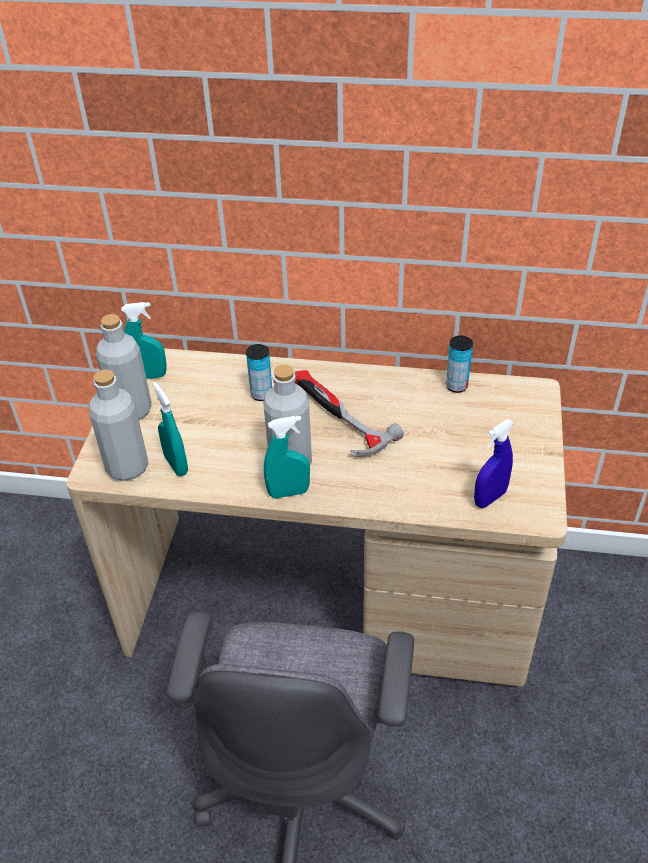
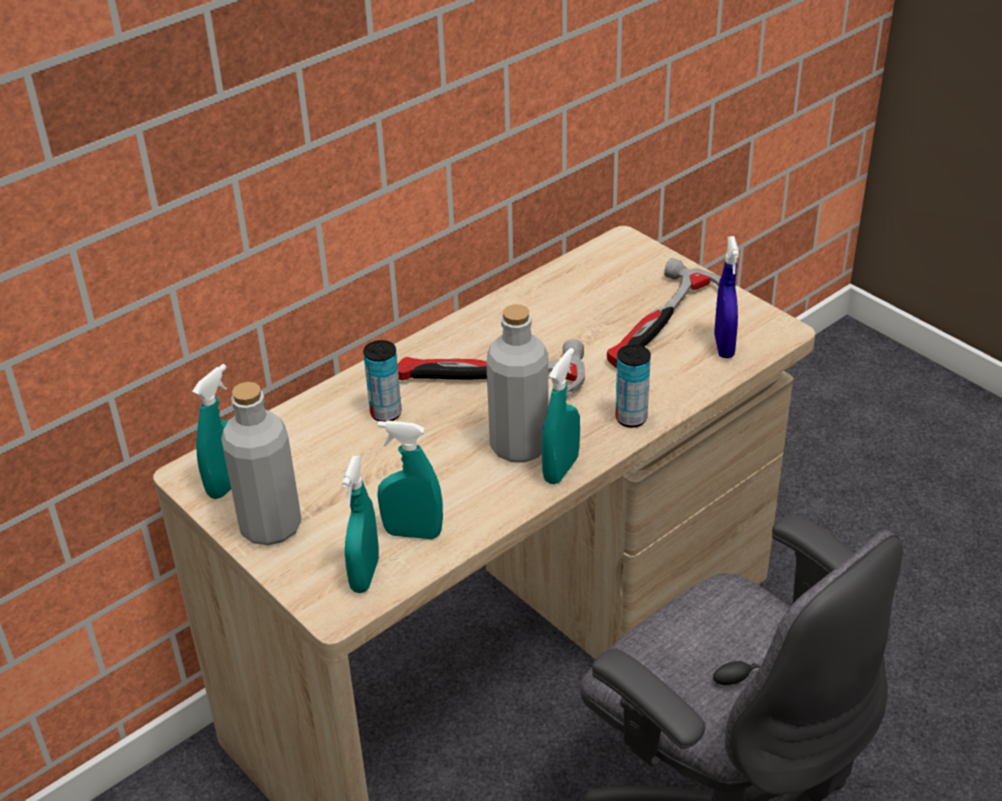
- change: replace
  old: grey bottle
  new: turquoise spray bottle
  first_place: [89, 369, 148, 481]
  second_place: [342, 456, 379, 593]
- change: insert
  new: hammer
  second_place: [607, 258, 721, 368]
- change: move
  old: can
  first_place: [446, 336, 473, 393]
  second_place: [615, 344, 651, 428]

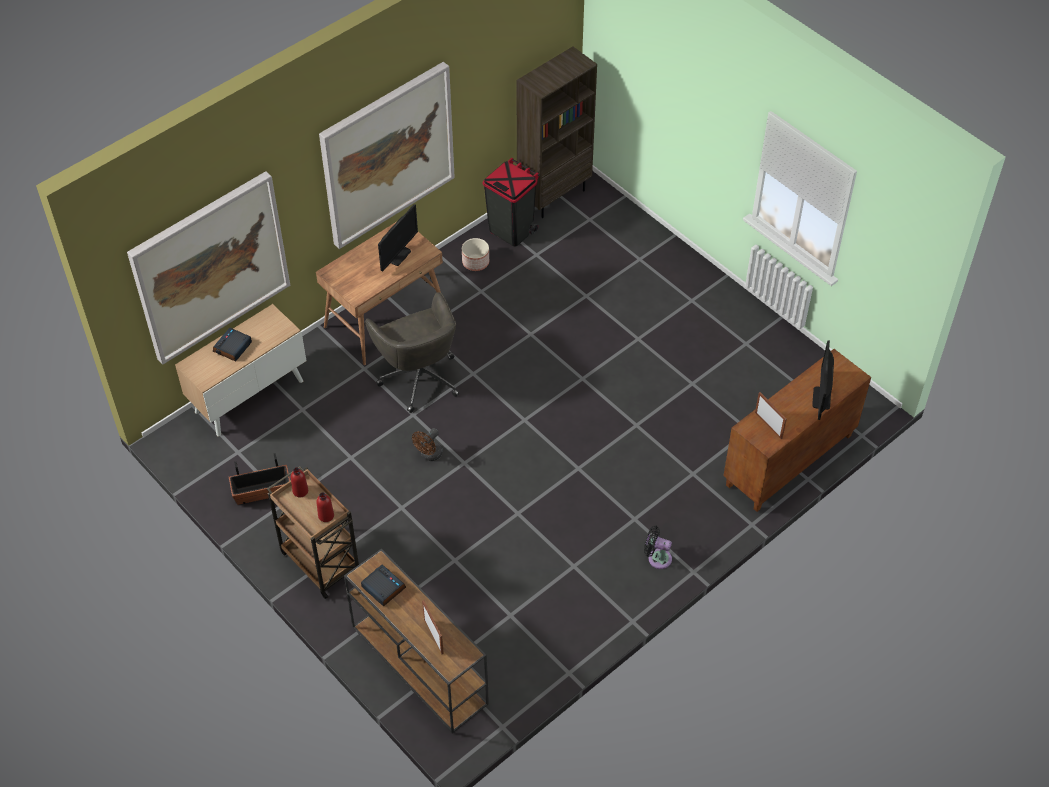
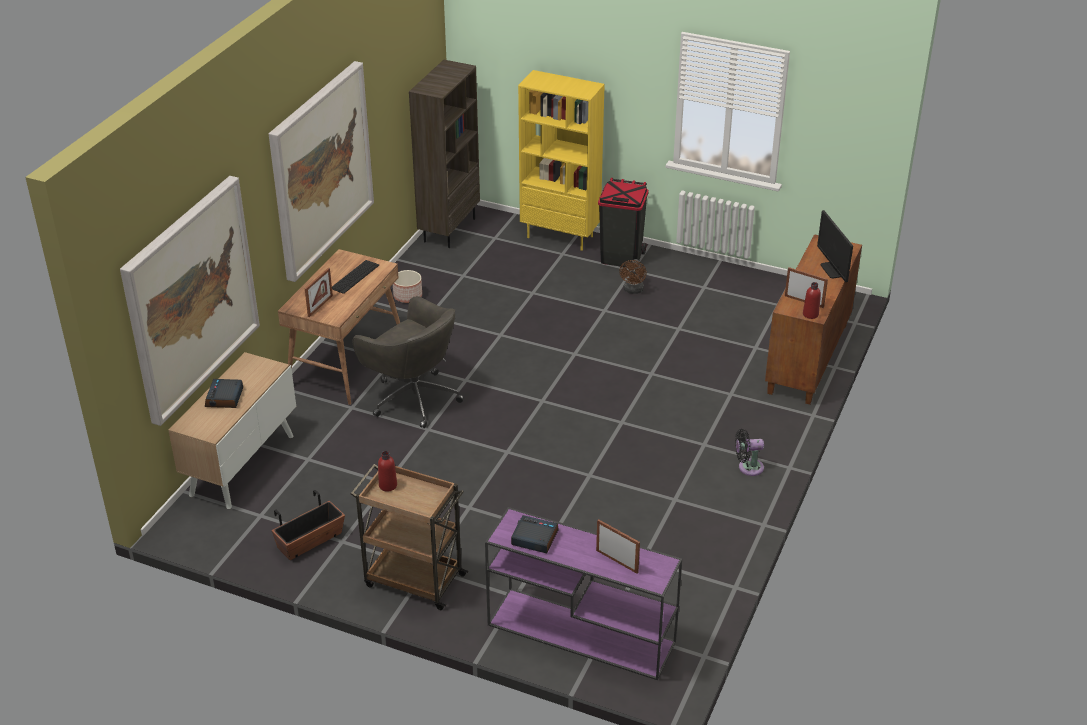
- change: insert
  new: picture frame
  second_place: [305, 268, 333, 317]
- change: replace
  old: monitor
  new: keyboard
  first_place: [378, 204, 418, 272]
  second_place: [332, 260, 379, 294]
- change: recolor
  old: brown console table
  new: purple console table
  first_place: [344, 548, 489, 733]
  second_place: [485, 507, 682, 680]
- change: insert
  new: yellow bookcase
  second_place: [518, 70, 605, 251]
- change: move
  old: black trash can
  first_place: [483, 158, 539, 247]
  second_place: [598, 178, 649, 267]
- change: move
  old: brown fan
  first_place: [412, 428, 443, 461]
  second_place: [619, 259, 647, 294]
- change: move
  old: red bottle
  first_place: [316, 492, 334, 522]
  second_place: [803, 282, 821, 319]

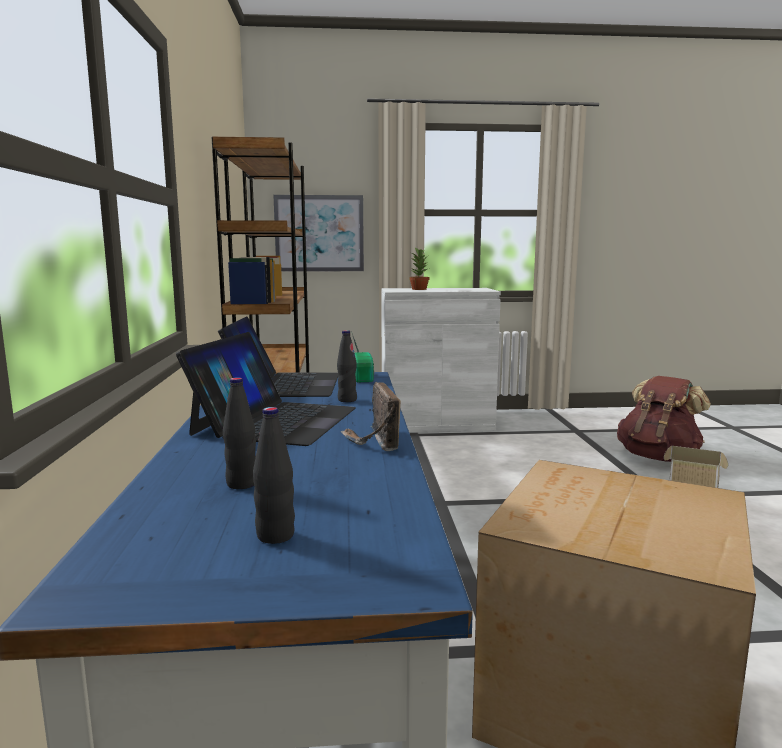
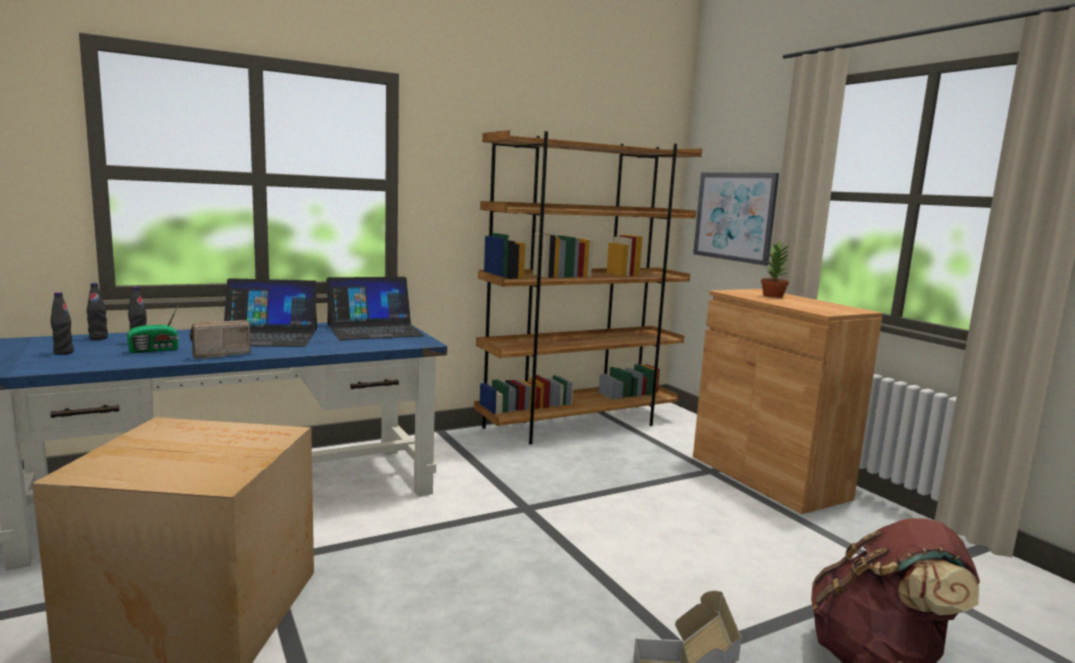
- change: move
  old: black bottle
  first_place: [337, 330, 357, 402]
  second_place: [87, 283, 108, 340]
- change: move
  old: radio
  first_place: [351, 331, 375, 382]
  second_place: [127, 305, 179, 353]
- change: recolor
  old: white cabinet
  new: brown cabinet
  first_place: [381, 288, 501, 433]
  second_place: [693, 289, 883, 514]

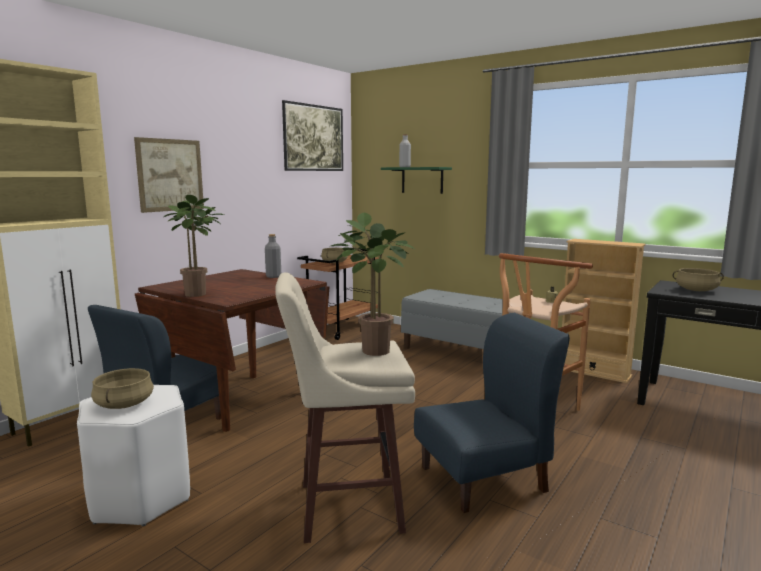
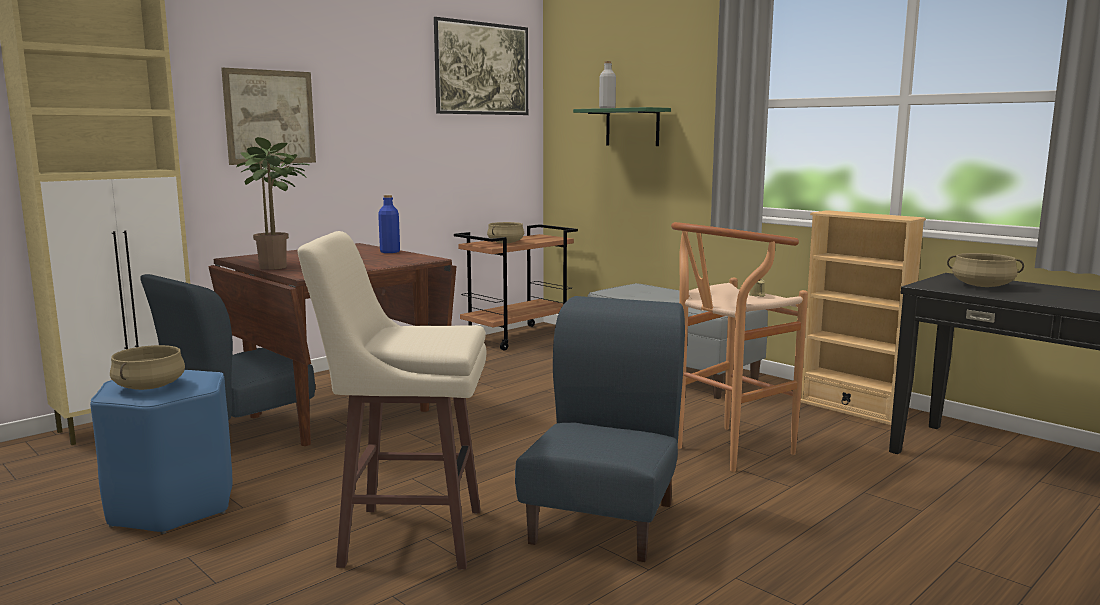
- change: recolor
  old: white stool
  new: blue stool
  first_place: [77, 385, 190, 526]
  second_place: [90, 370, 232, 534]
- change: recolor
  old: grey bottle
  new: blue bottle
  first_place: [265, 234, 281, 278]
  second_place: [378, 195, 400, 253]
- change: rotate
  old: blue chair
  first_place: [414, 313, 570, 513]
  second_place: [515, 296, 685, 562]
  degrees: -60
- change: delete
  old: potted plant
  first_place: [331, 213, 415, 356]

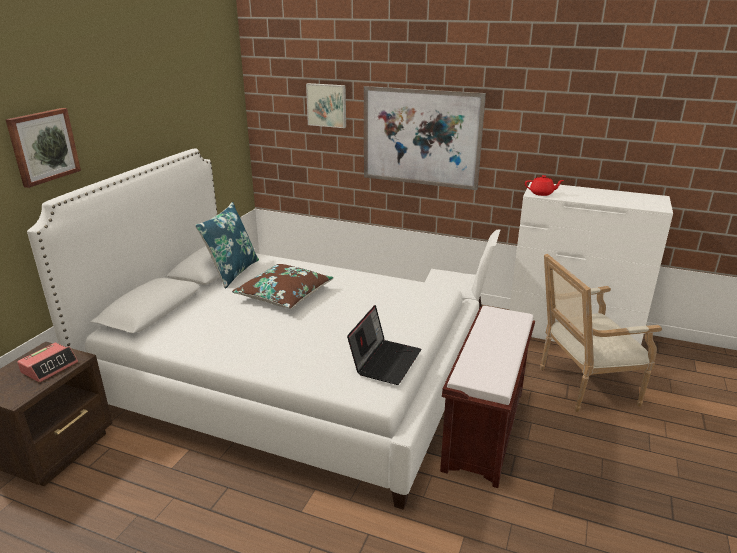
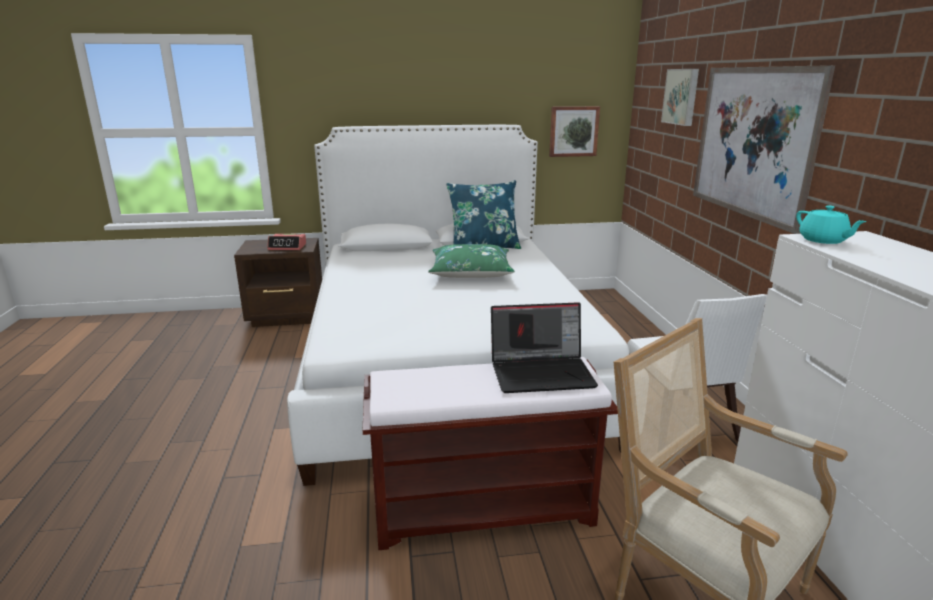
- change: recolor
  old: brown pillow
  new: green pillow
  first_place: [232, 264, 334, 309]
  second_place: [428, 244, 515, 278]
- change: move
  old: laptop
  first_place: [347, 305, 422, 385]
  second_place: [491, 302, 598, 393]
- change: move
  old: picture
  first_place: [5, 108, 81, 188]
  second_place: [549, 106, 600, 157]
- change: recolor
  old: red teapot
  new: turquoise teapot
  first_place: [525, 175, 564, 196]
  second_place: [796, 205, 867, 244]

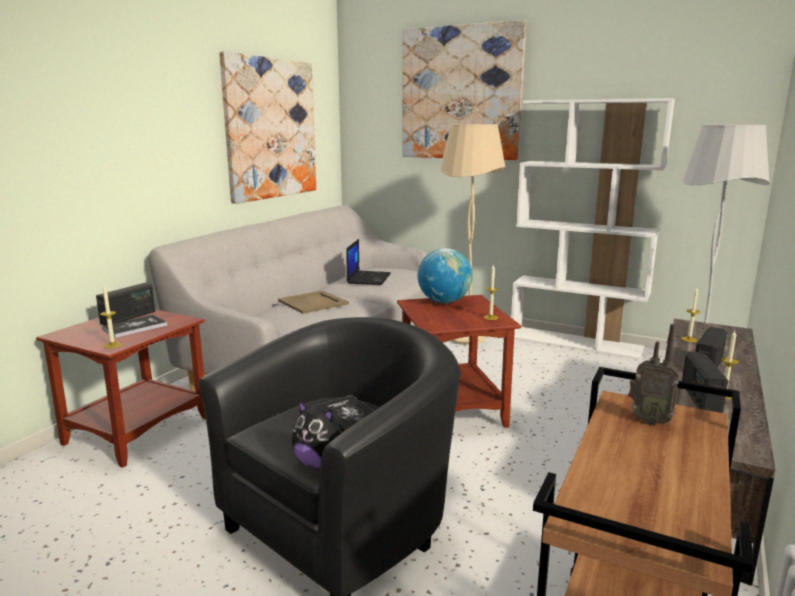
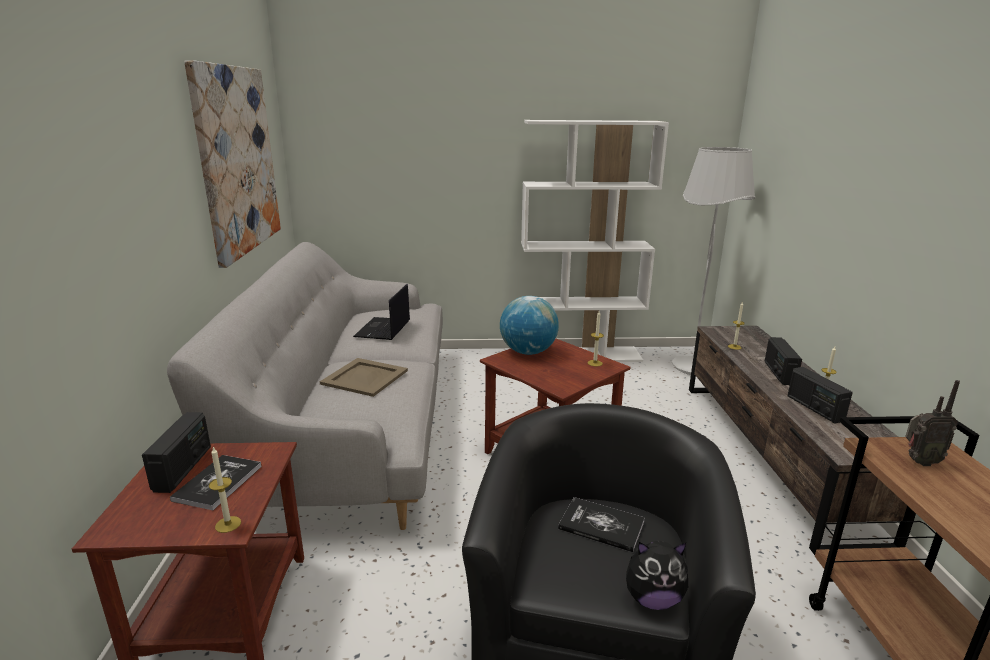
- change: rotate
  old: laptop
  first_place: [346, 239, 391, 285]
  second_place: [353, 284, 410, 340]
  degrees: -150
- change: delete
  old: picture
  first_place: [402, 20, 526, 160]
- change: delete
  old: beige floor lamp
  first_place: [440, 124, 506, 345]

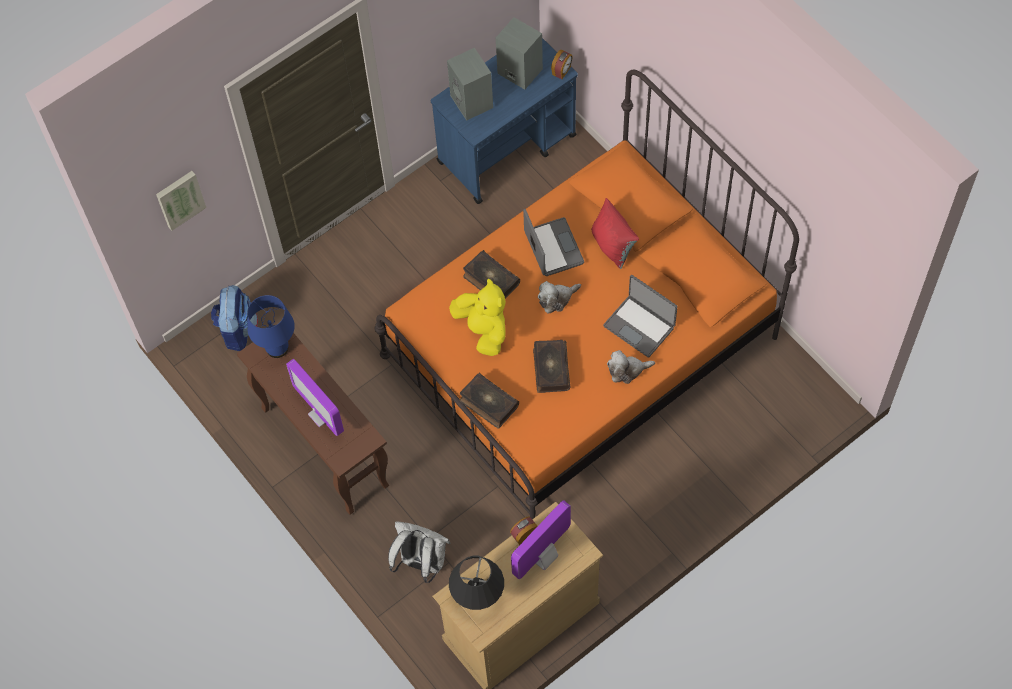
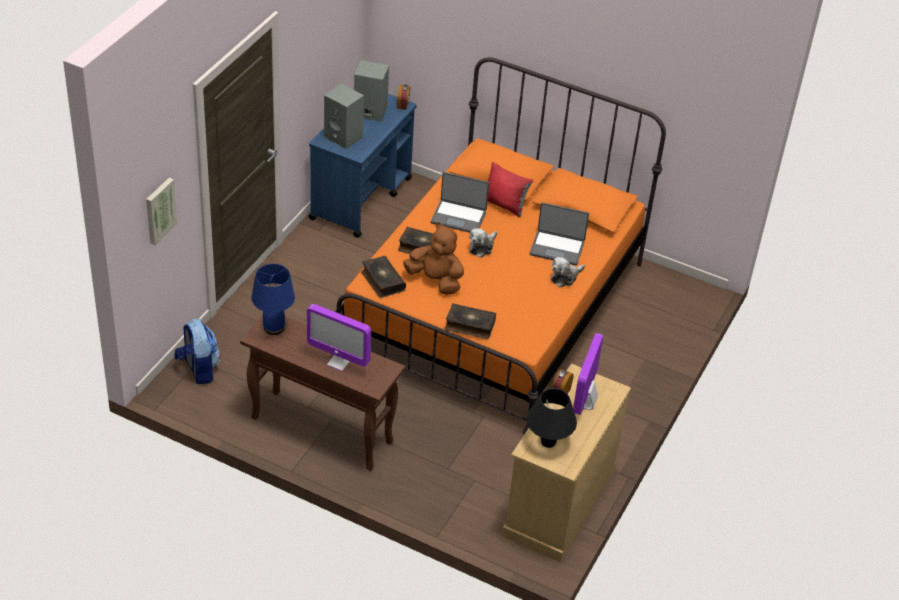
- change: move
  old: book
  first_place: [533, 340, 571, 393]
  second_place: [361, 256, 406, 298]
- change: recolor
  old: yellow plush toy
  new: brown plush toy
  first_place: [449, 278, 506, 356]
  second_place: [403, 222, 464, 295]
- change: rotate
  old: laptop
  first_place: [523, 209, 584, 276]
  second_place: [431, 172, 489, 233]
  degrees: 150
- change: delete
  old: white backpack
  first_place: [388, 522, 450, 583]

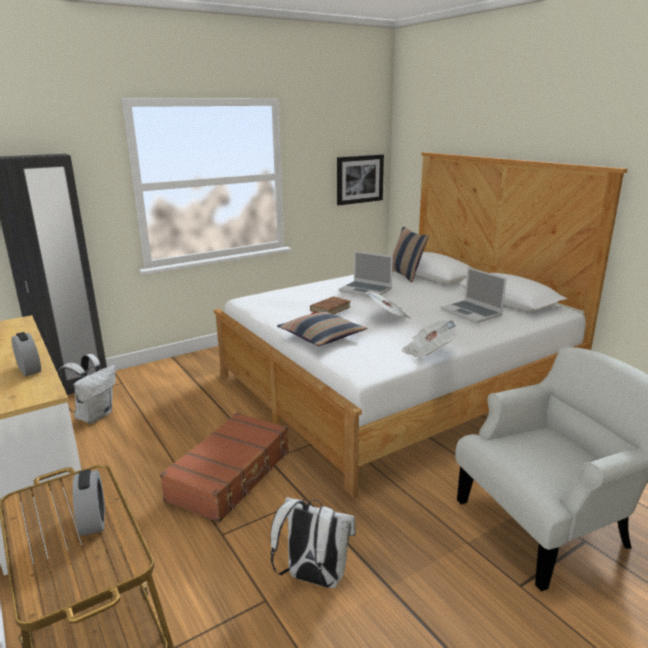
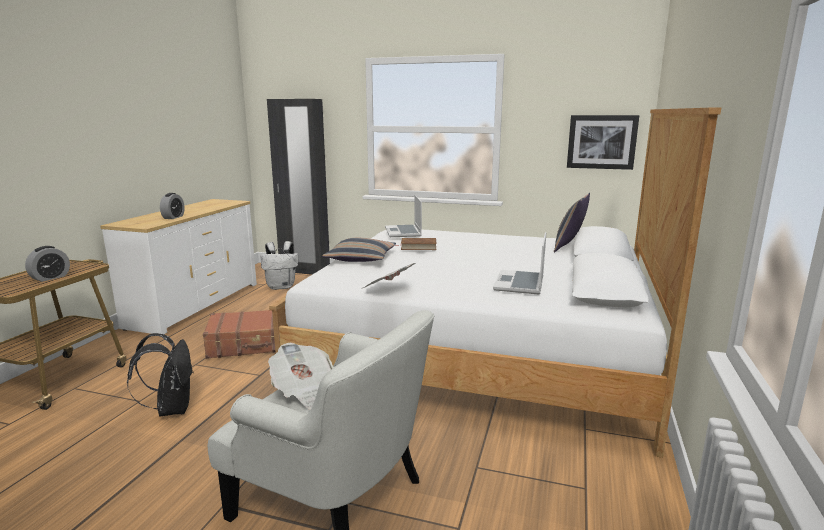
- change: recolor
  old: white backpack
  new: black backpack
  first_place: [270, 497, 356, 588]
  second_place: [127, 333, 194, 416]
- change: move
  old: newspaper
  first_place: [366, 292, 412, 319]
  second_place: [268, 343, 334, 410]
- change: move
  old: laptop
  first_place: [339, 251, 393, 297]
  second_place: [385, 195, 422, 237]

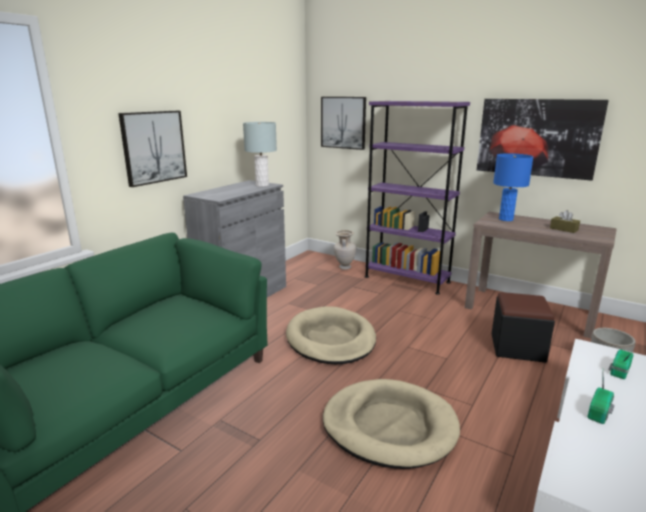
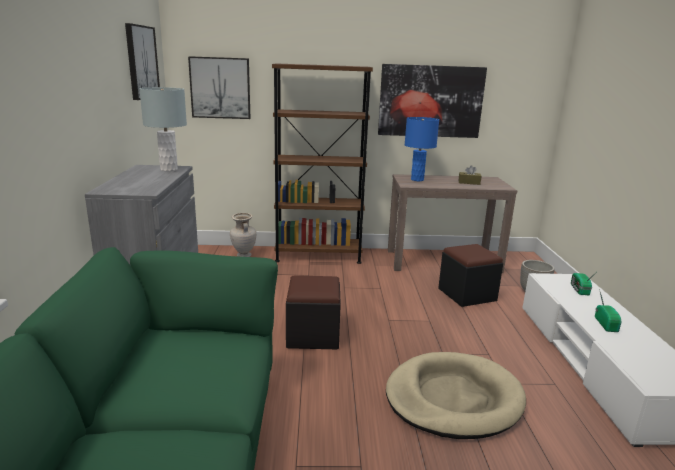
- change: move
  old: picture
  first_place: [118, 111, 187, 187]
  second_place: [125, 23, 160, 100]
- change: recolor
  old: purple bookcase
  new: brown bookcase
  first_place: [365, 101, 470, 295]
  second_place: [272, 63, 373, 264]
- change: replace
  old: beige dog bed
  new: black ottoman
  first_place: [286, 306, 376, 364]
  second_place: [286, 275, 341, 349]

